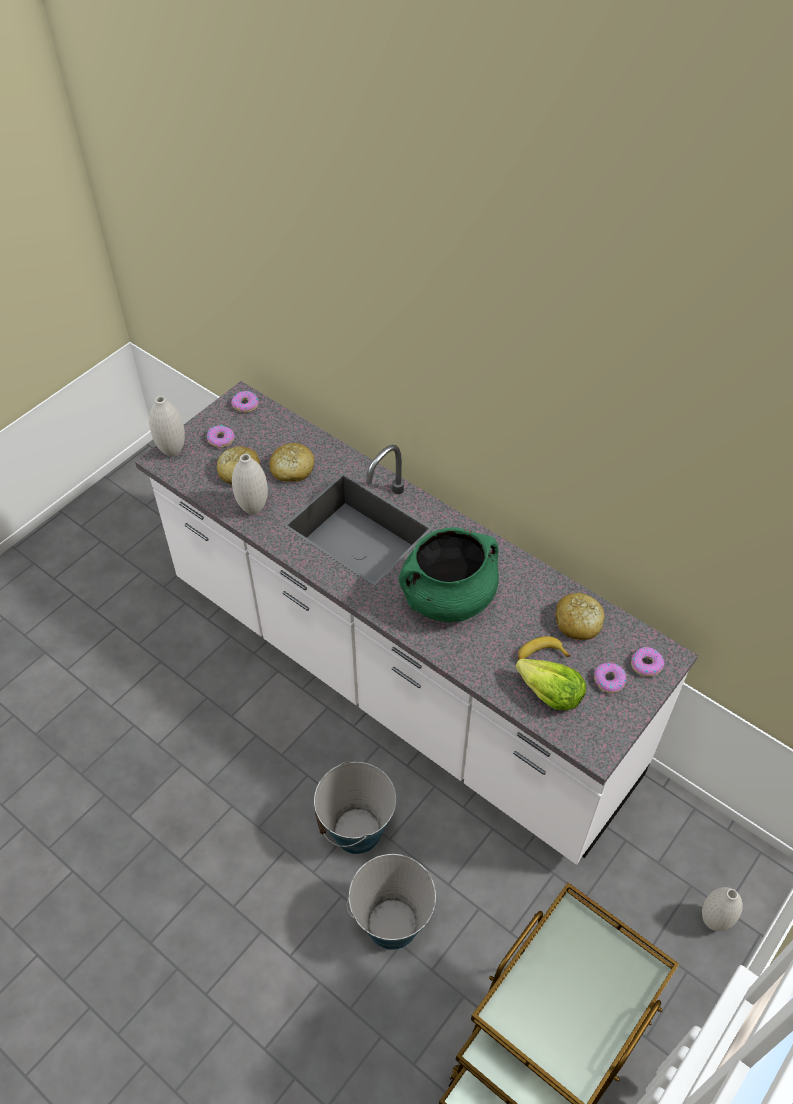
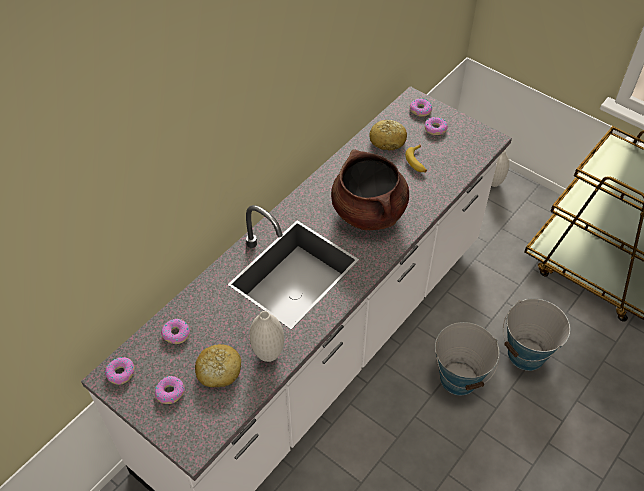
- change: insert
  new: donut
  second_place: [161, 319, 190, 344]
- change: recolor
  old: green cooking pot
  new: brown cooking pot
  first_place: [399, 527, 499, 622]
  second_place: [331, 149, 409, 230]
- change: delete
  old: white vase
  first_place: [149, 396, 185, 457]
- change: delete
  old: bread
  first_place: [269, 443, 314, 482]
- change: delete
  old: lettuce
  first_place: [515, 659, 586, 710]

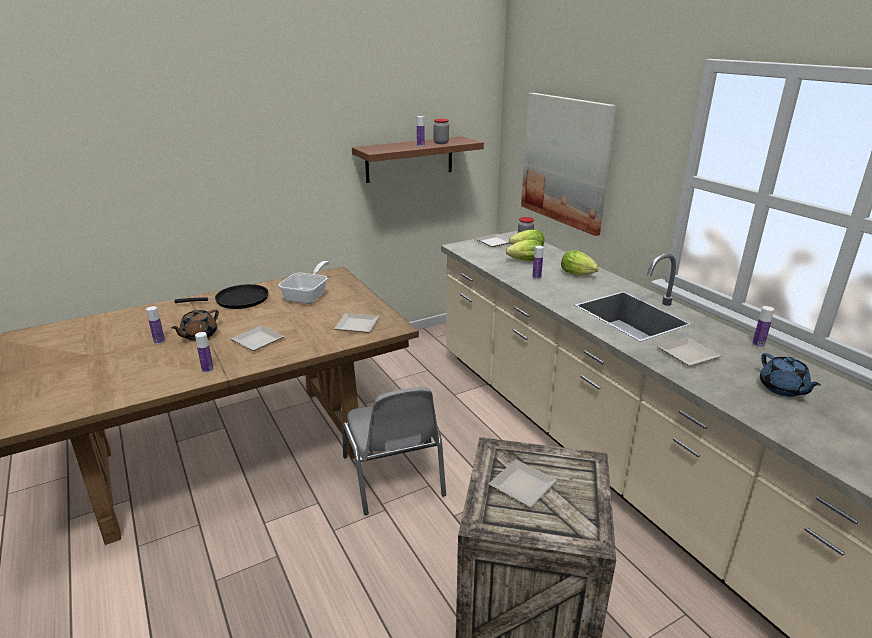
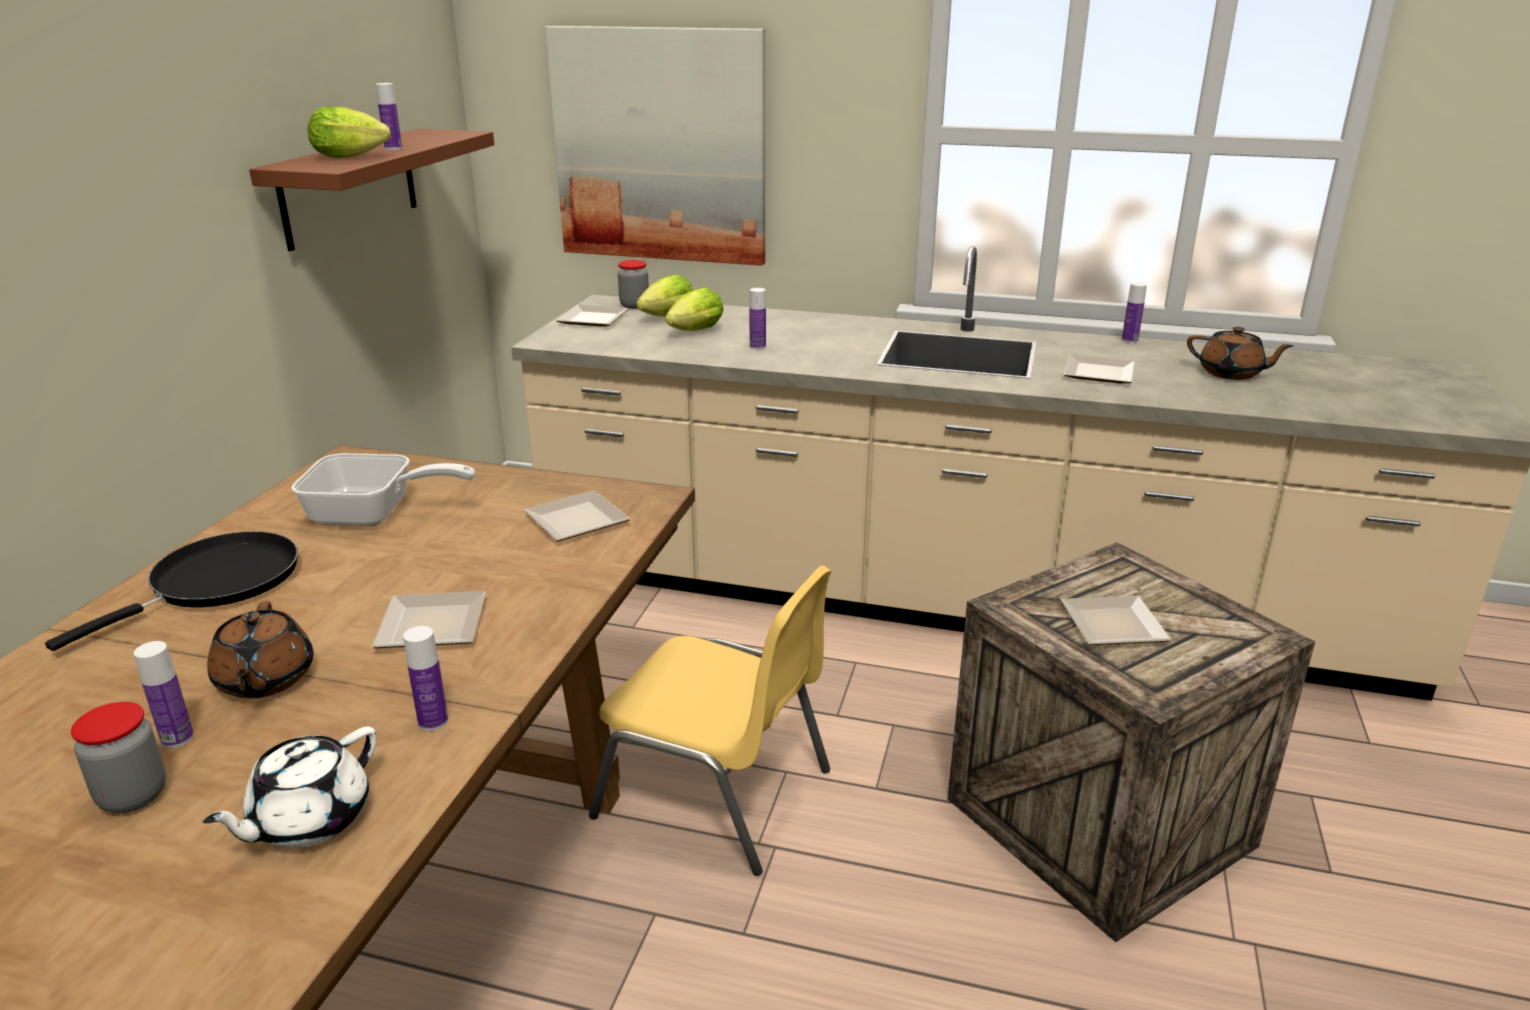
- change: move
  old: jar
  first_place: [433, 119, 449, 144]
  second_place: [71, 702, 166, 813]
- change: insert
  new: white teapot
  second_place: [203, 726, 377, 847]
- change: rotate
  old: frying pan
  first_place: [279, 261, 329, 304]
  second_place: [291, 453, 475, 526]
  degrees: 120
- change: move
  old: lettuce
  first_place: [561, 250, 599, 276]
  second_place: [308, 106, 390, 158]
- change: recolor
  old: grey chair
  new: yellow chair
  first_place: [342, 387, 446, 515]
  second_place: [589, 566, 831, 876]
- change: recolor
  old: blue teapot
  new: brown teapot
  first_place: [760, 353, 821, 397]
  second_place: [1187, 327, 1294, 380]

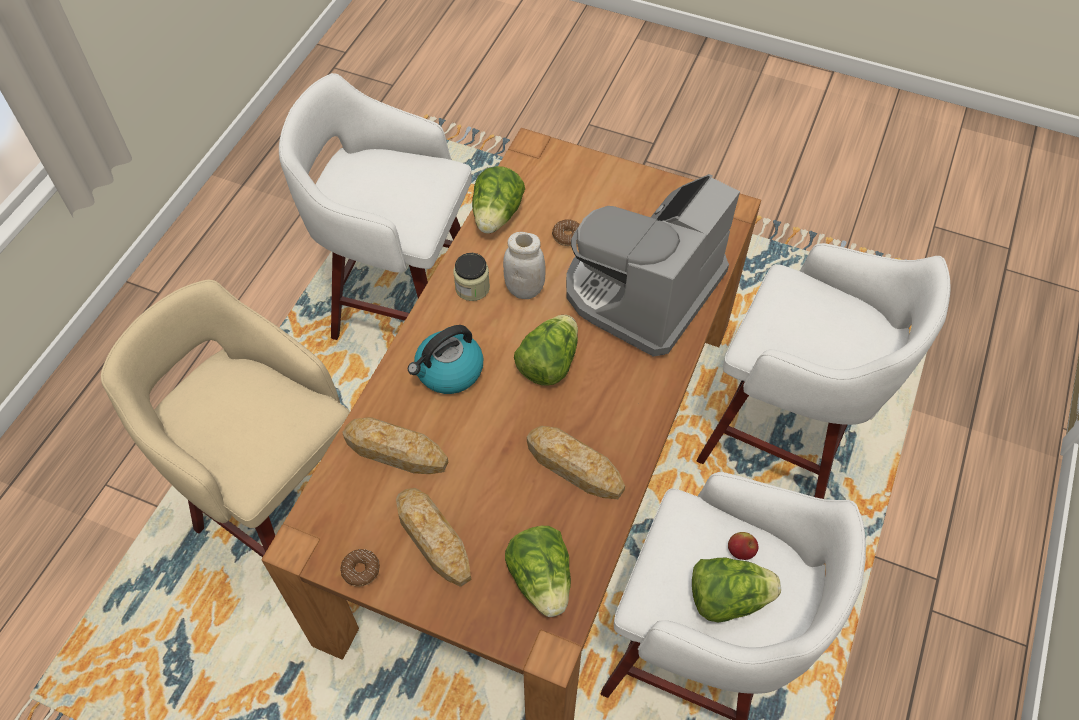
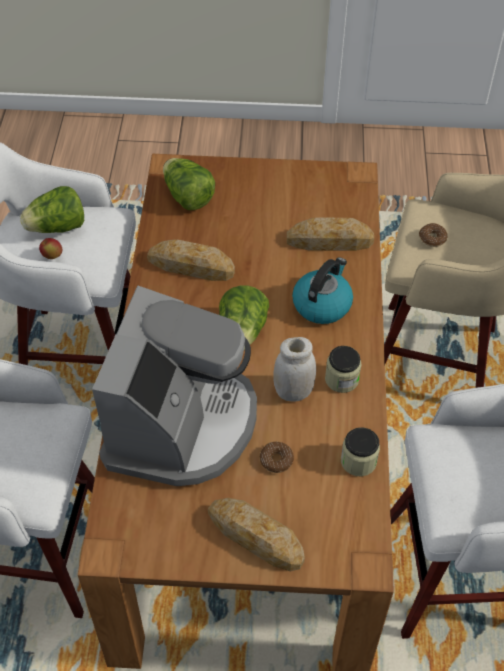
- change: move
  old: bread
  first_place: [396, 488, 471, 587]
  second_place: [208, 498, 305, 572]
- change: replace
  old: lettuce
  new: jar
  first_place: [472, 166, 525, 234]
  second_place: [341, 427, 380, 476]
- change: move
  old: donut
  first_place: [341, 549, 380, 587]
  second_place: [419, 223, 448, 247]

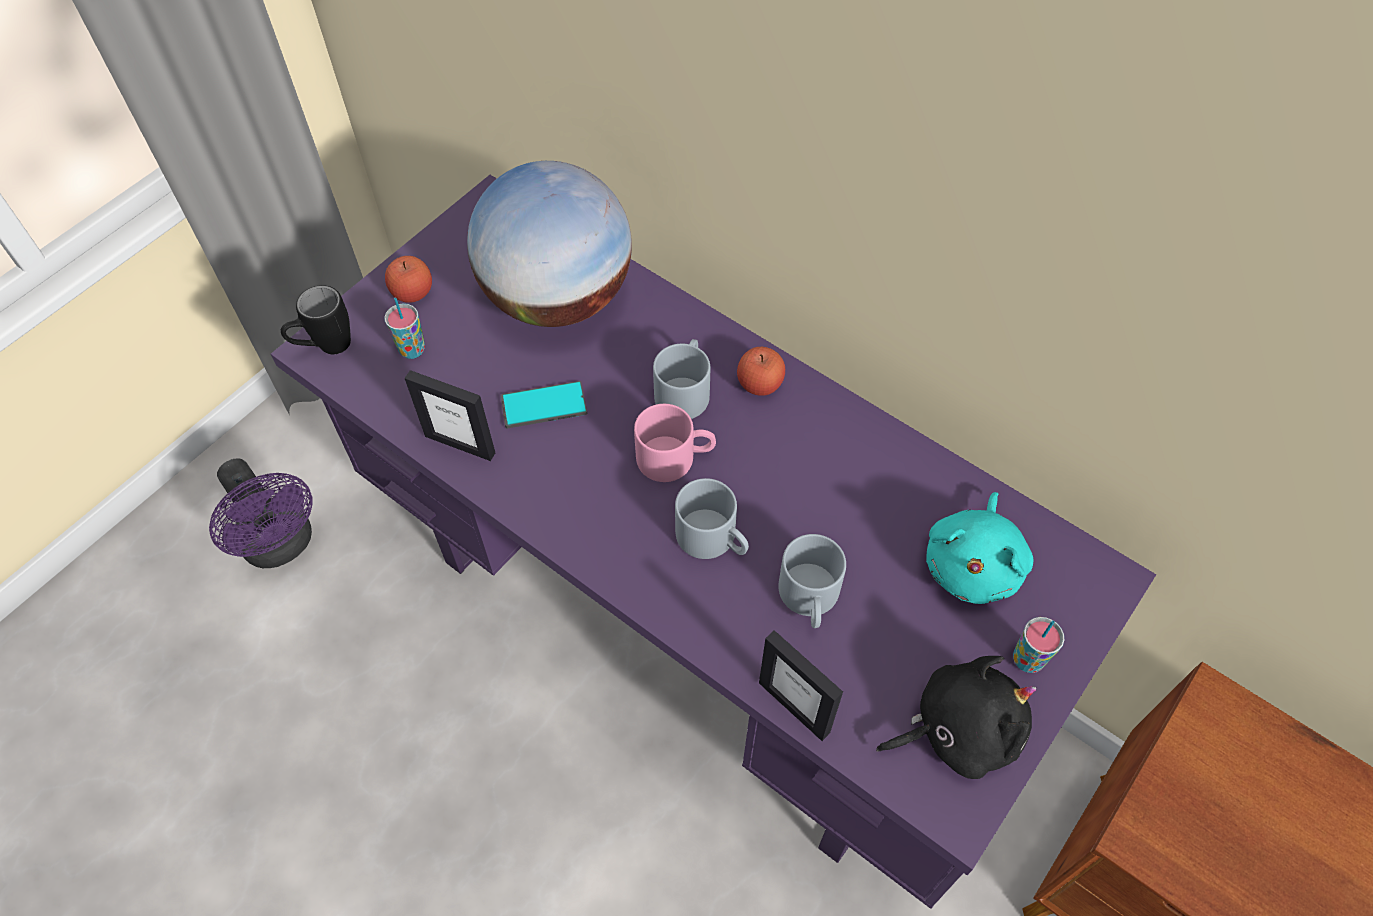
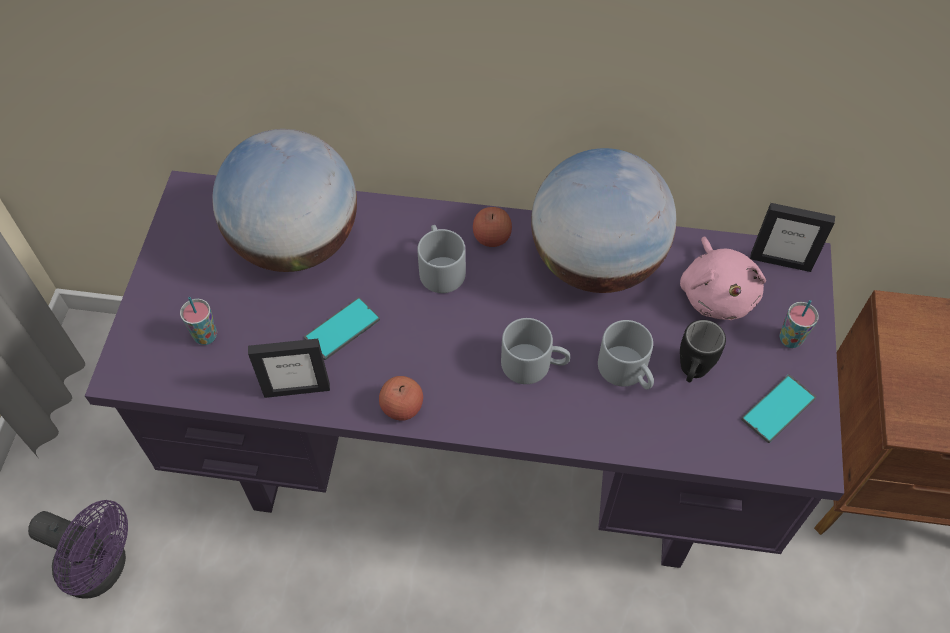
- change: move
  old: apple
  first_place: [385, 256, 432, 303]
  second_place: [379, 376, 423, 421]
- change: insert
  new: globe
  second_place: [531, 148, 676, 293]
- change: recolor
  old: turquoise plush toy
  new: pink plush toy
  first_place: [926, 492, 1033, 604]
  second_place: [680, 237, 766, 320]
- change: move
  old: black mug
  first_place: [281, 285, 351, 354]
  second_place: [680, 320, 726, 383]
- change: replace
  old: black plush toy
  new: phone
  first_place: [876, 656, 1036, 779]
  second_place: [741, 374, 816, 443]
- change: move
  old: picture frame
  first_place: [759, 630, 843, 741]
  second_place: [750, 203, 835, 272]
- change: delete
  old: pink mug
  first_place: [634, 404, 716, 482]

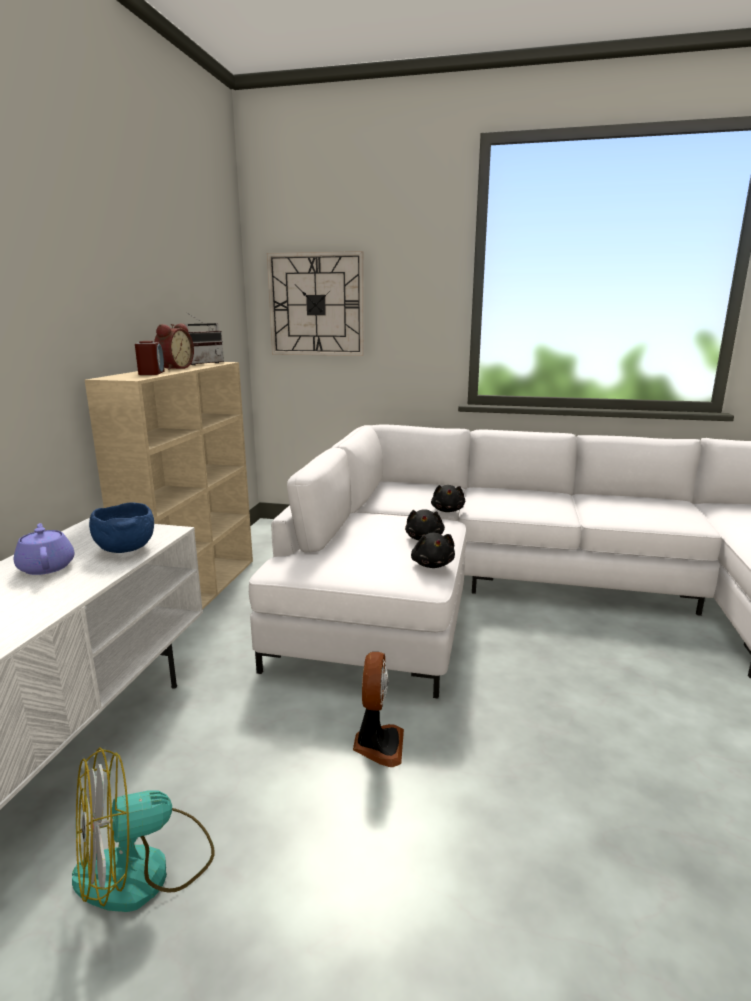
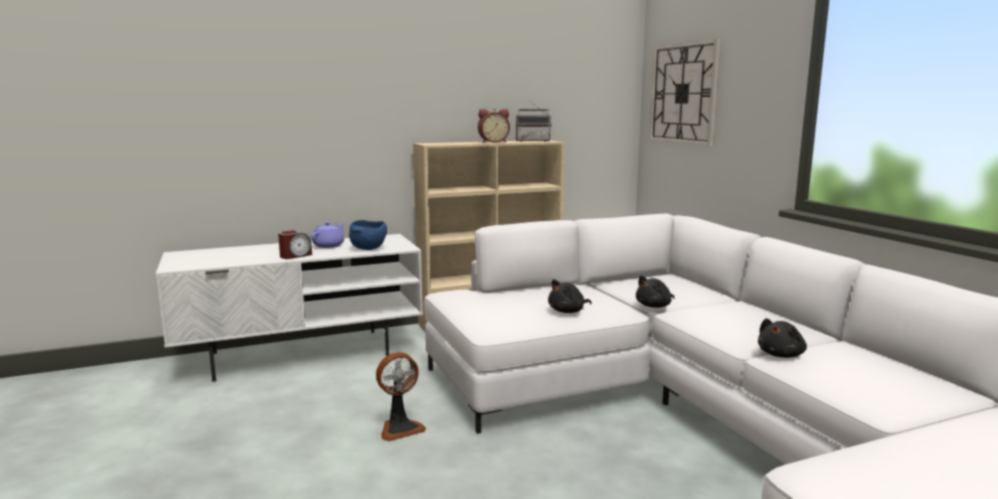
- change: move
  old: alarm clock
  first_place: [135, 341, 165, 375]
  second_place: [278, 230, 312, 259]
- change: move
  old: black plush toy
  first_place: [411, 533, 455, 568]
  second_place: [758, 318, 807, 358]
- change: delete
  old: fan
  first_place: [72, 747, 215, 912]

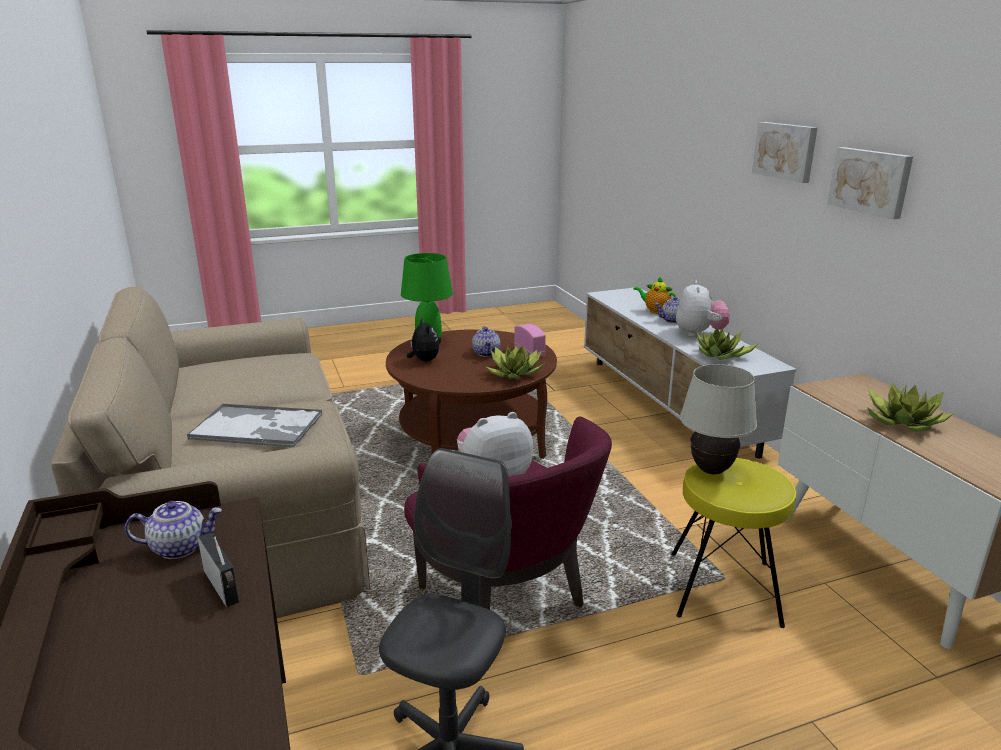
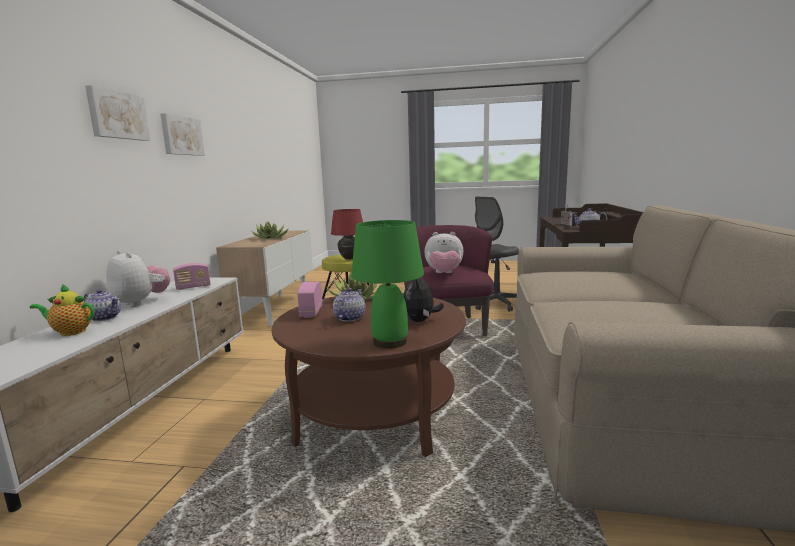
- change: rotate
  old: teapot
  first_place: [633, 277, 676, 314]
  second_place: [30, 284, 94, 336]
  degrees: 120
- change: rotate
  old: plush toy
  first_place: [676, 280, 730, 337]
  second_place: [106, 250, 170, 307]
  degrees: 90
- change: replace
  old: potted plant
  new: radio
  first_place: [696, 328, 759, 360]
  second_place: [173, 263, 211, 290]
- change: recolor
  old: white table lamp
  new: red table lamp
  first_place: [680, 364, 757, 474]
  second_place: [331, 209, 363, 260]
- change: delete
  old: tray
  first_place: [187, 403, 322, 447]

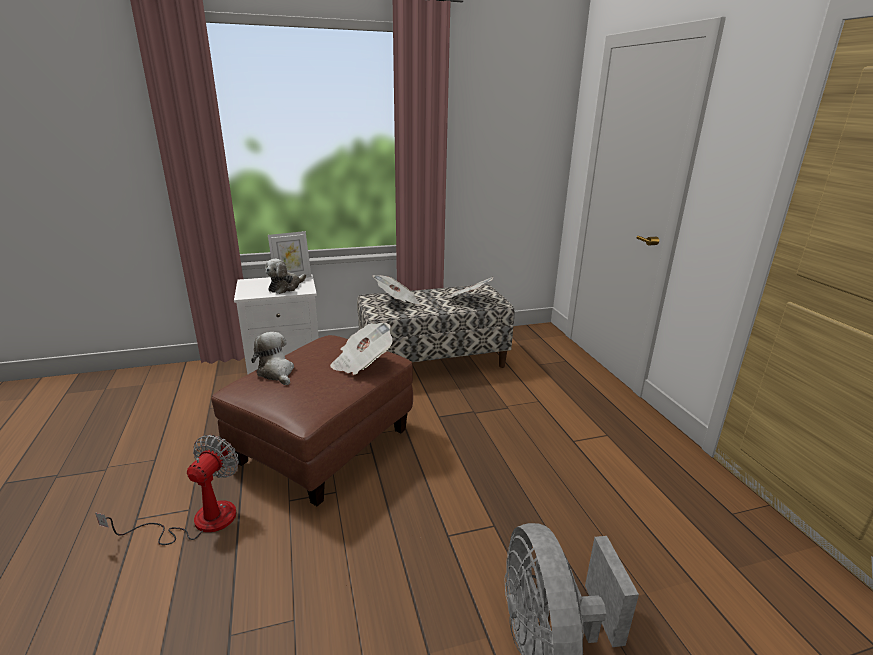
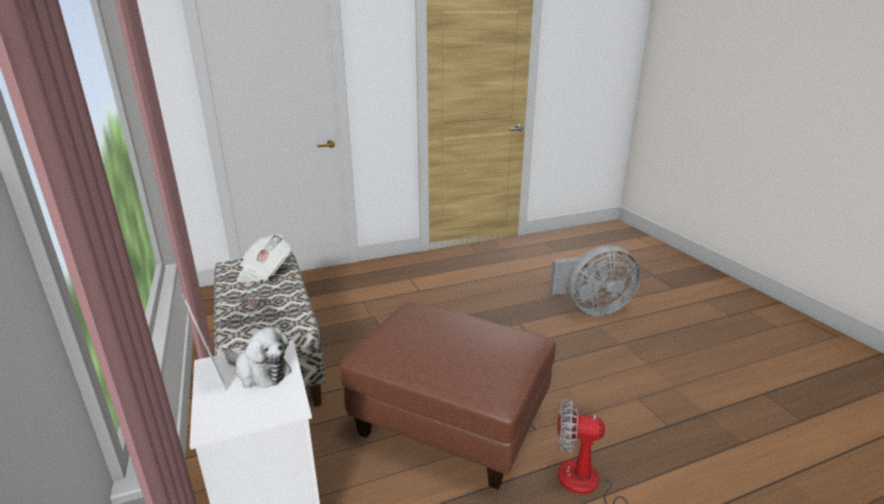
- change: delete
  old: plush toy
  first_place: [251, 332, 294, 386]
- change: delete
  old: newspaper
  first_place: [330, 322, 393, 375]

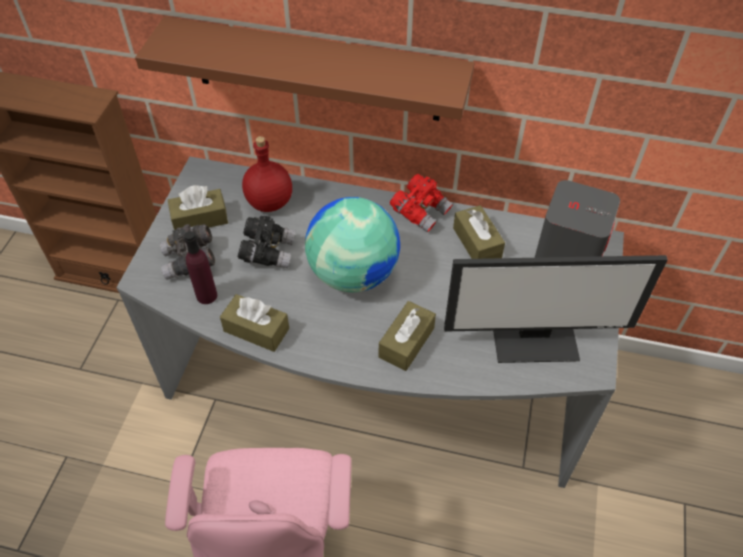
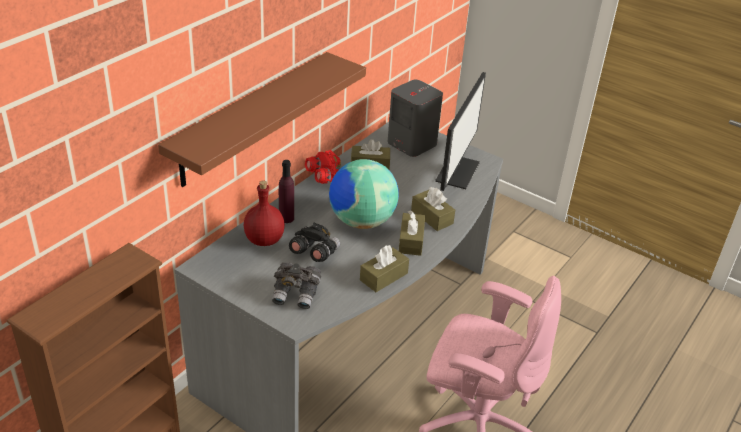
- change: move
  old: purple bottle
  first_place: [184, 231, 217, 304]
  second_place: [279, 160, 294, 223]
- change: move
  old: brown tissue box
  first_place: [168, 185, 228, 230]
  second_place: [399, 210, 425, 256]

